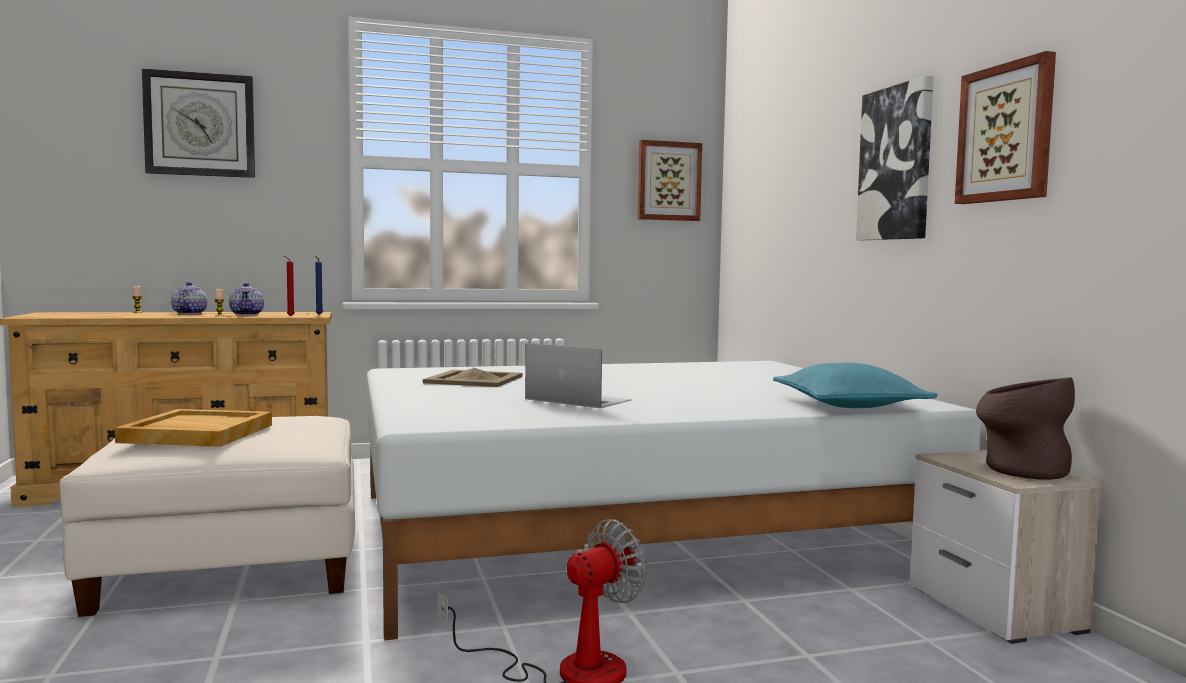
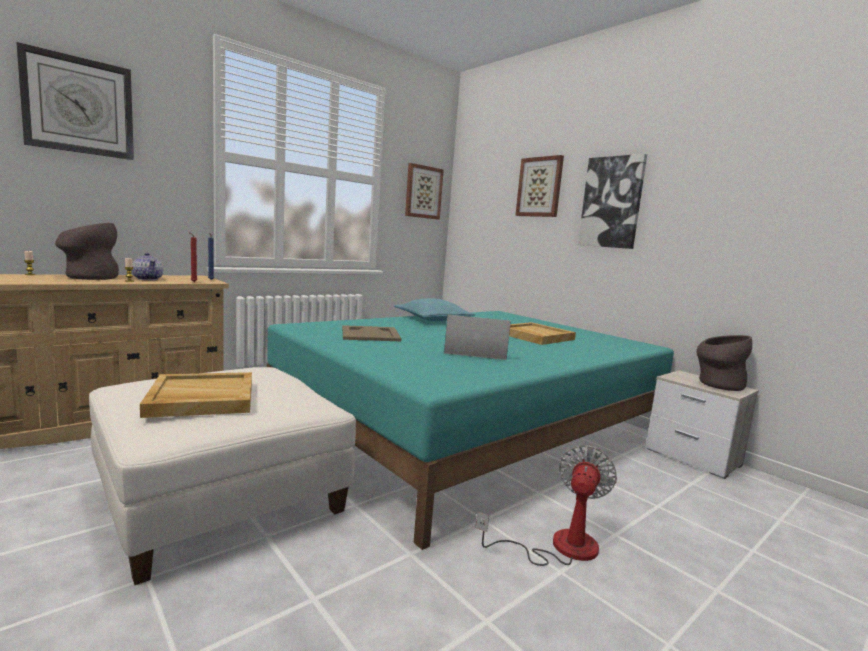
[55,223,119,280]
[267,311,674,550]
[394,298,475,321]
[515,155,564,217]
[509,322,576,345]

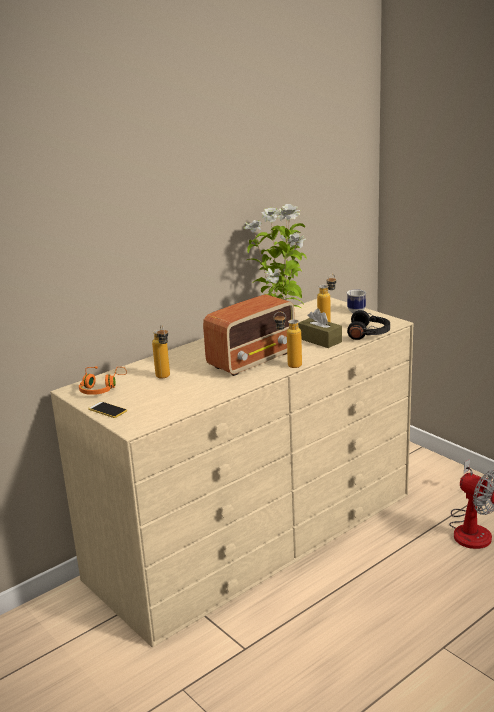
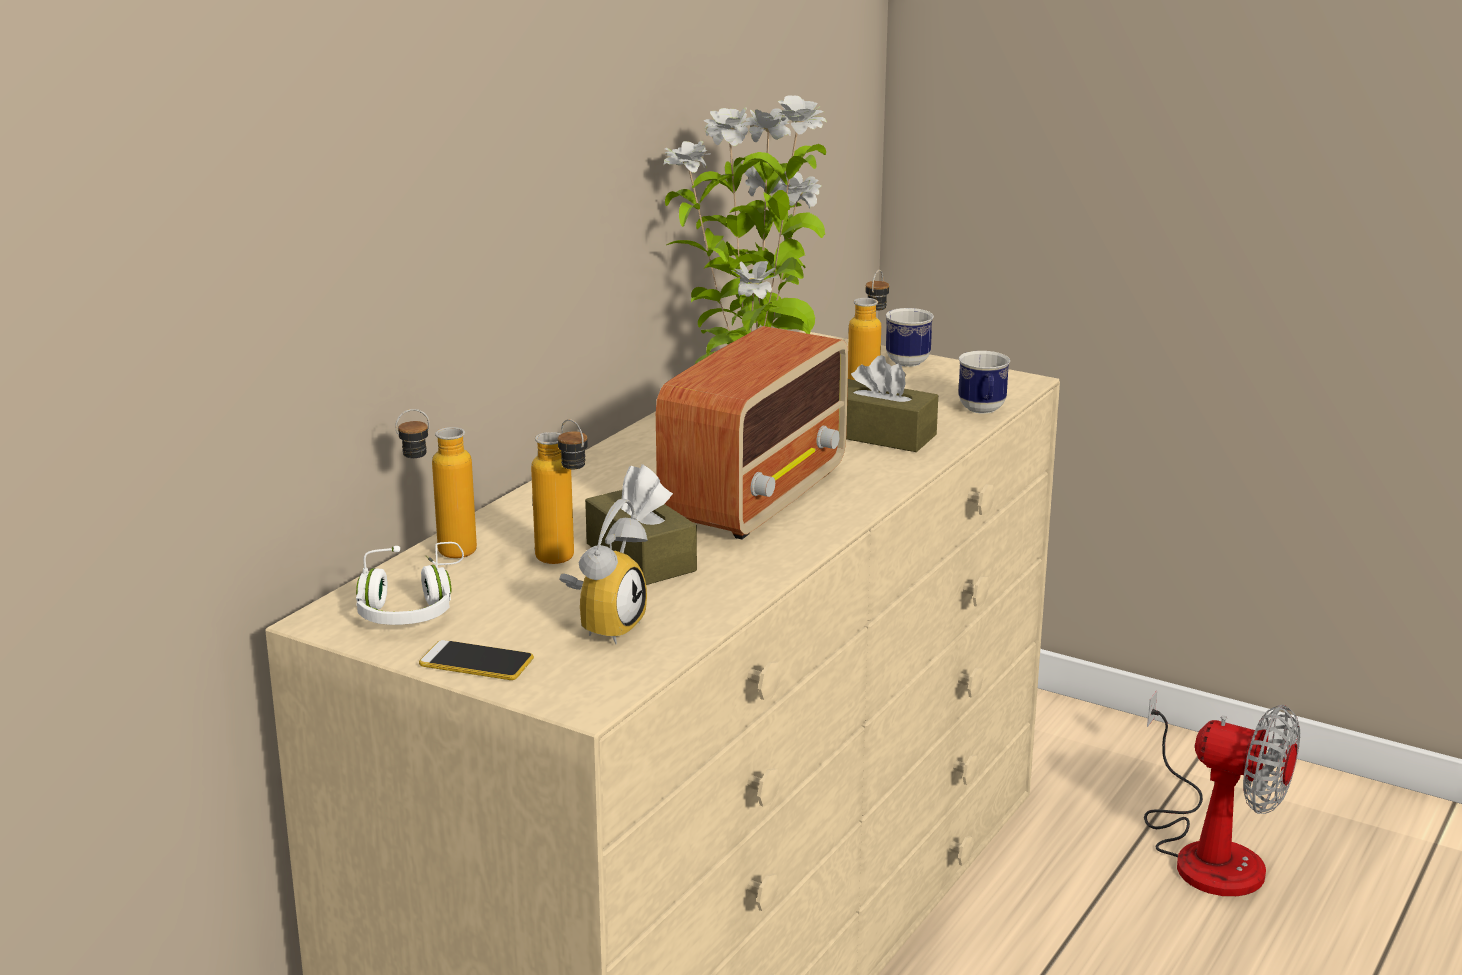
[356,542,464,625]
[396,409,477,558]
[958,351,1010,414]
[559,499,648,644]
[585,464,697,585]

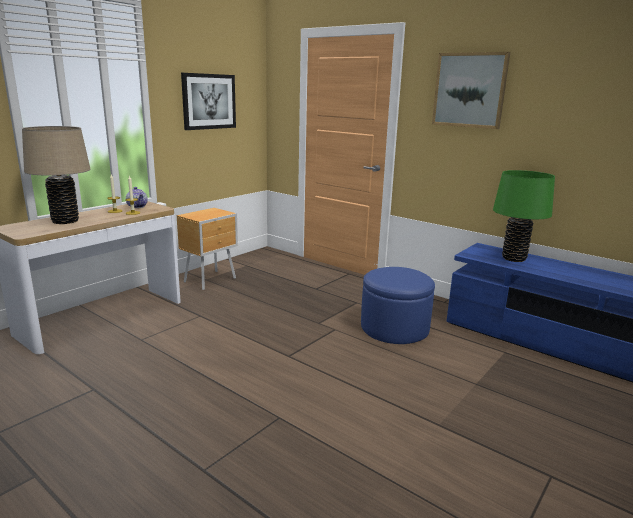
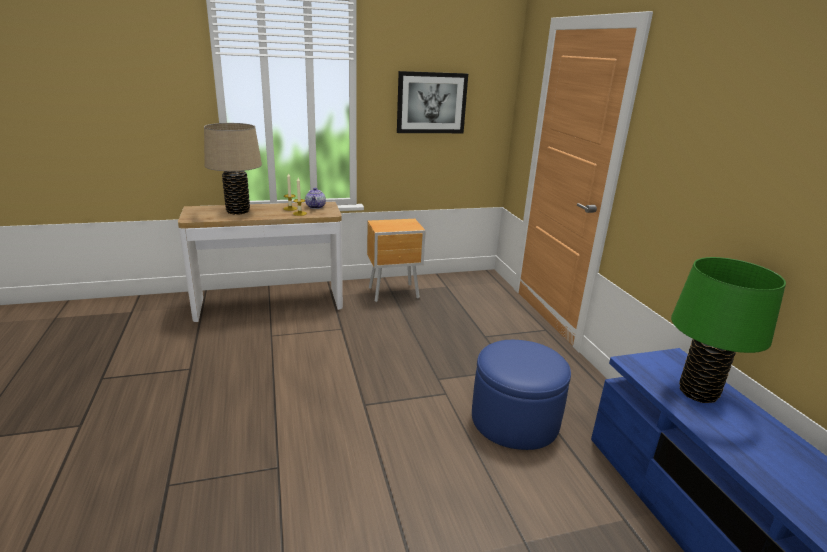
[432,52,510,129] (first image)

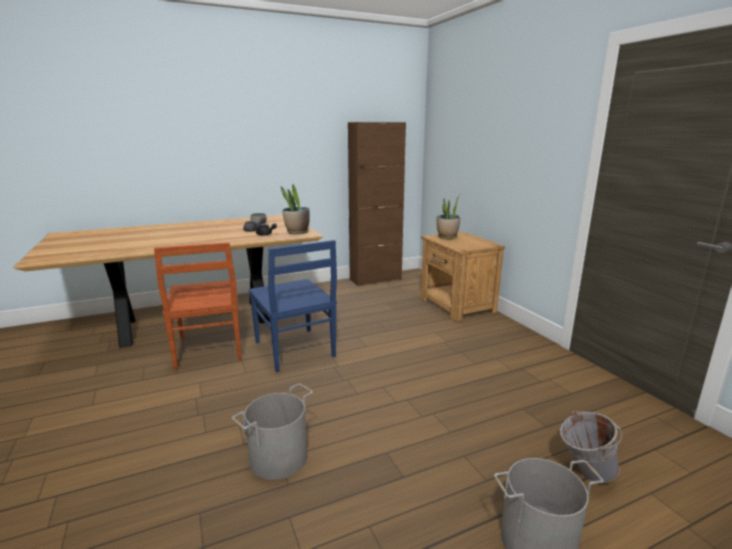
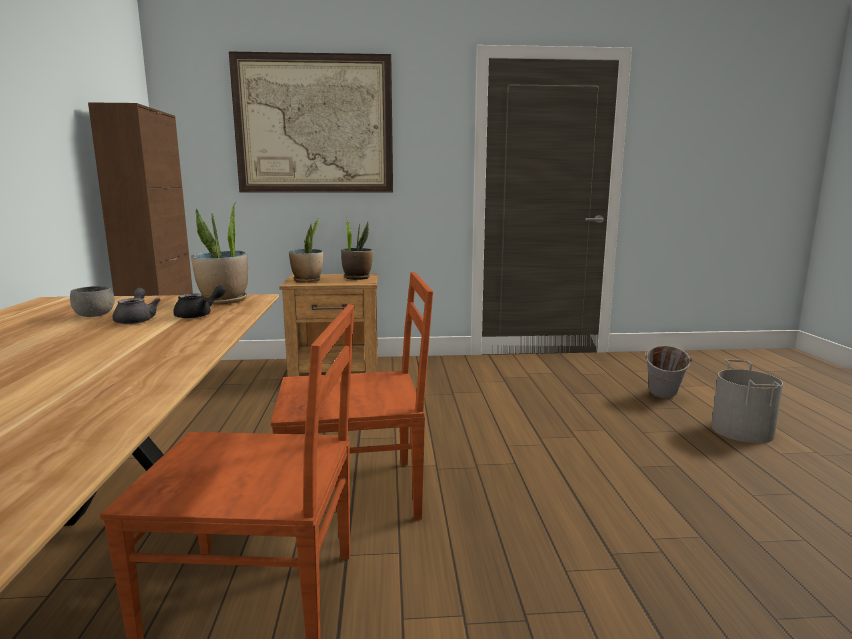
[232,384,313,480] (first image)
[271,272,433,520]
[229,51,393,193]
[341,218,373,280]

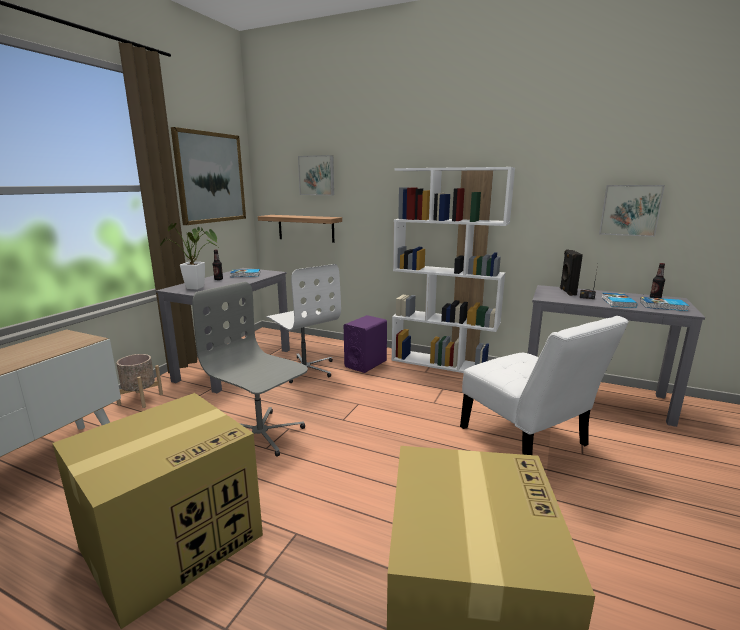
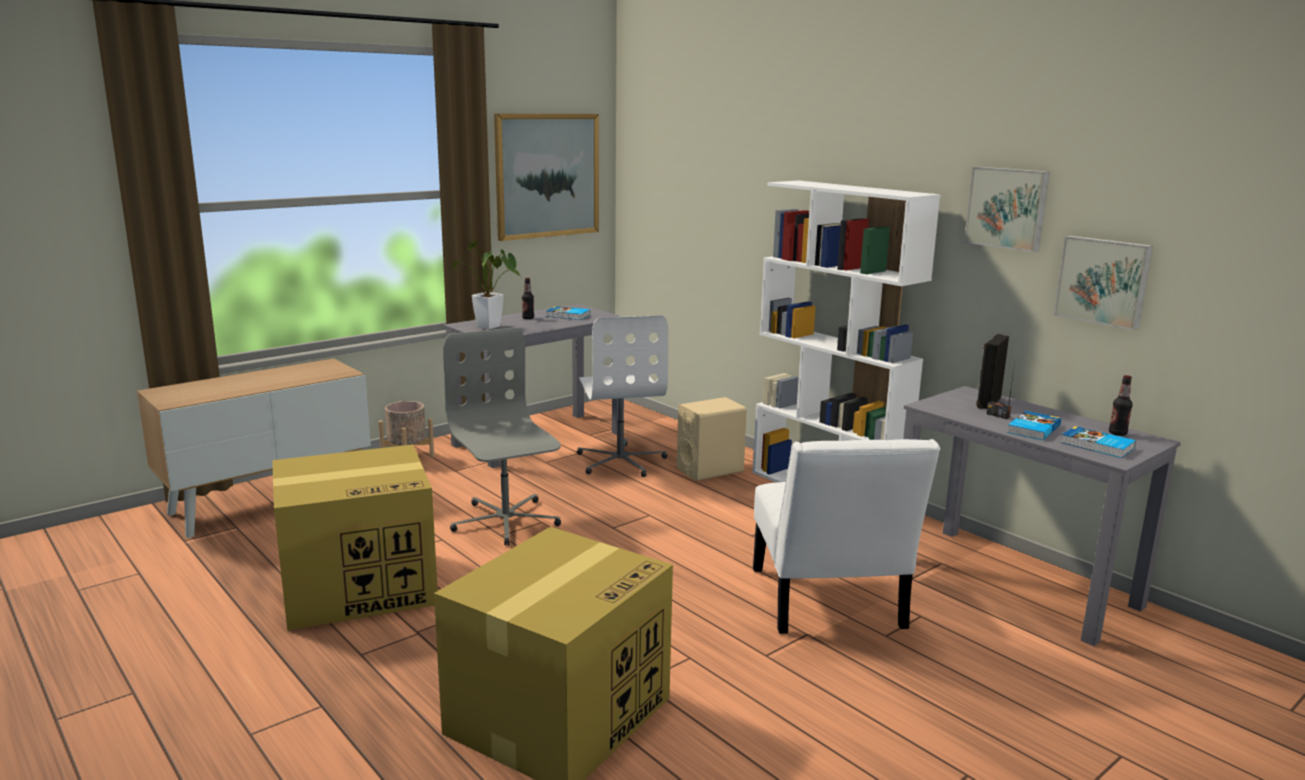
[258,215,342,243] (first image)
[964,166,1050,252]
[677,397,747,481]

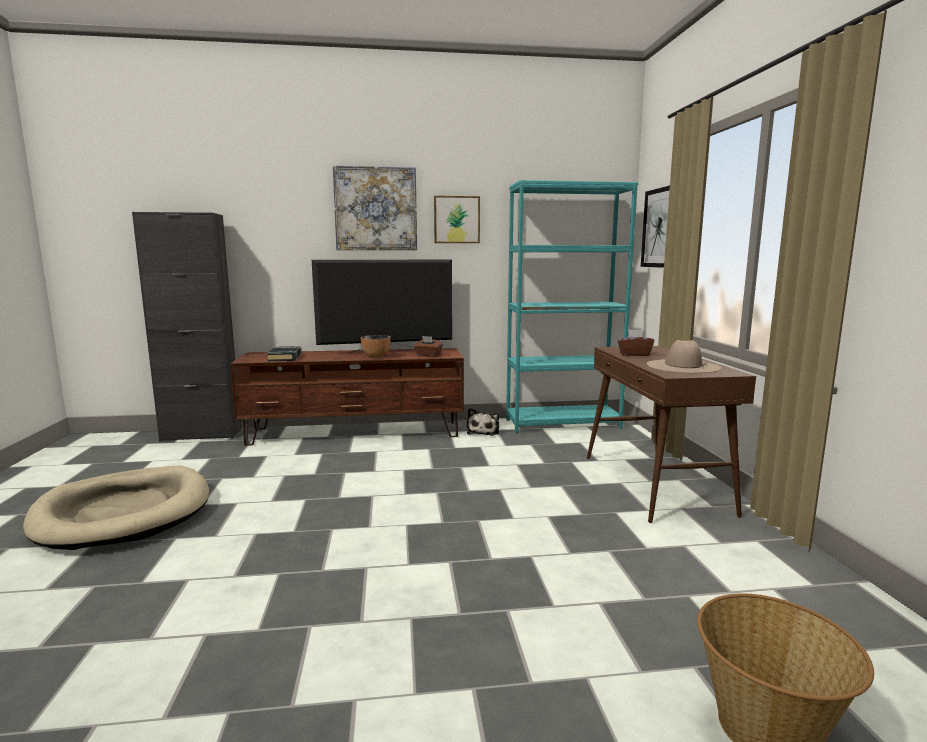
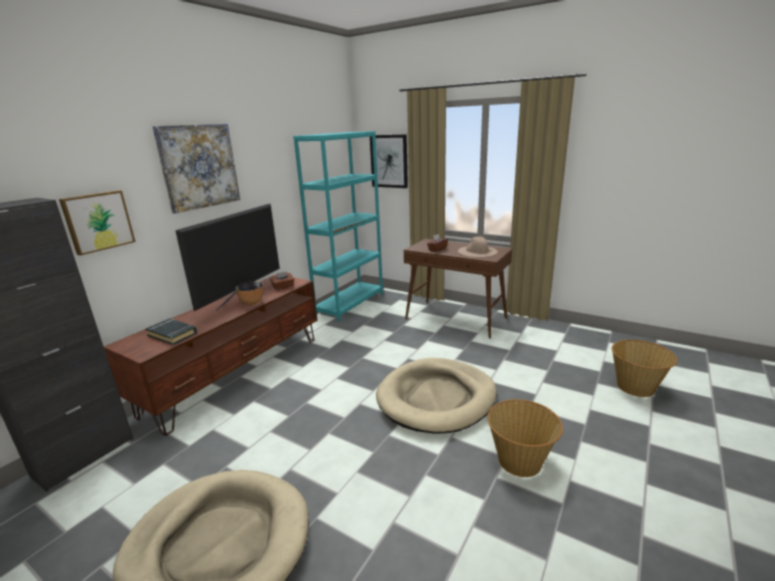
[59,190,136,256]
[467,408,499,436] (first image)
[376,358,497,434]
[487,399,563,477]

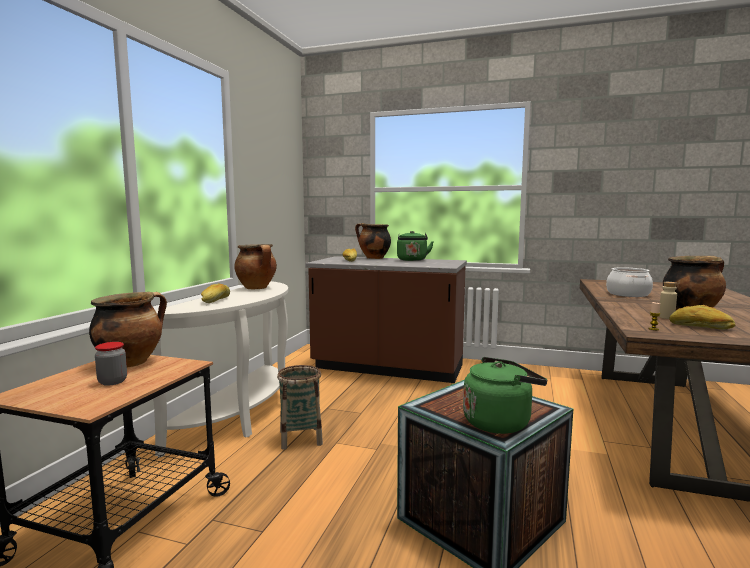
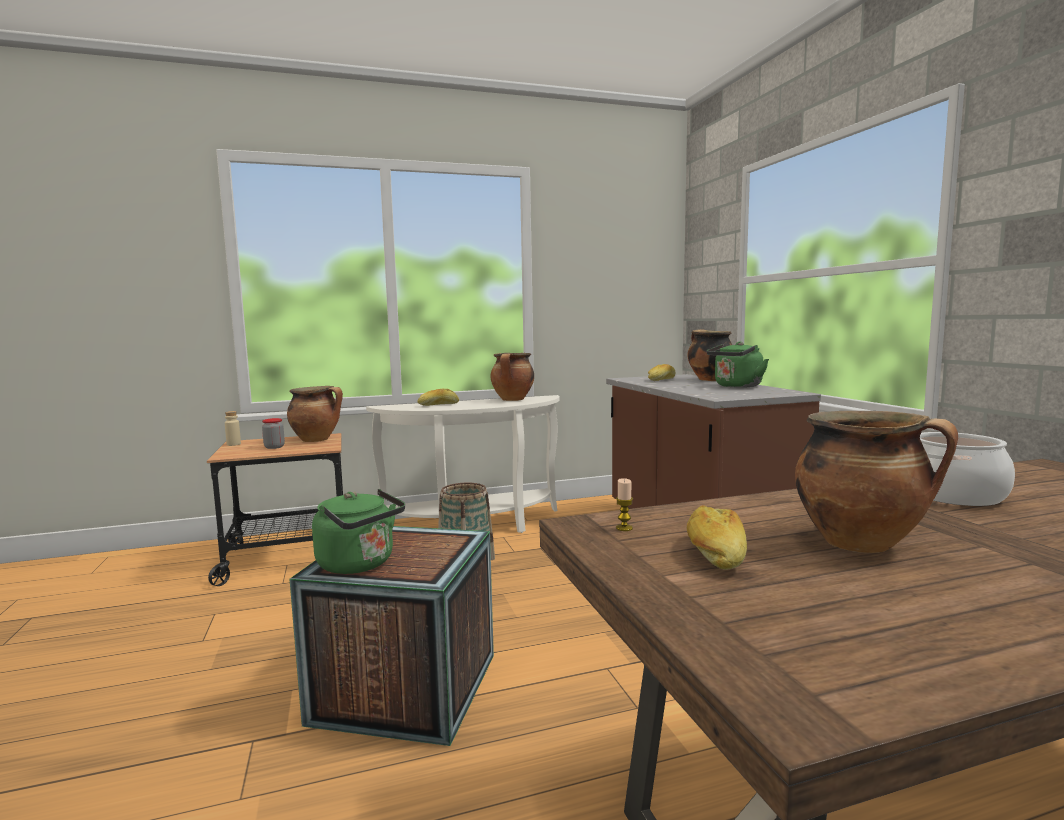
[225,411,241,446]

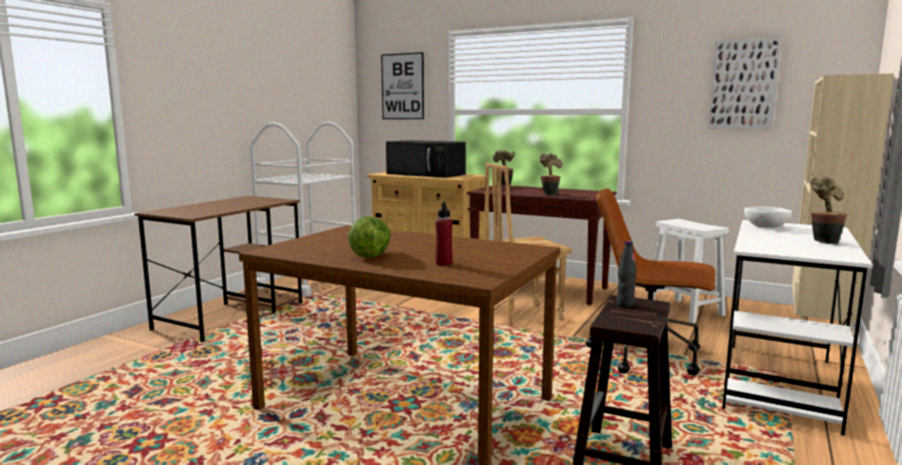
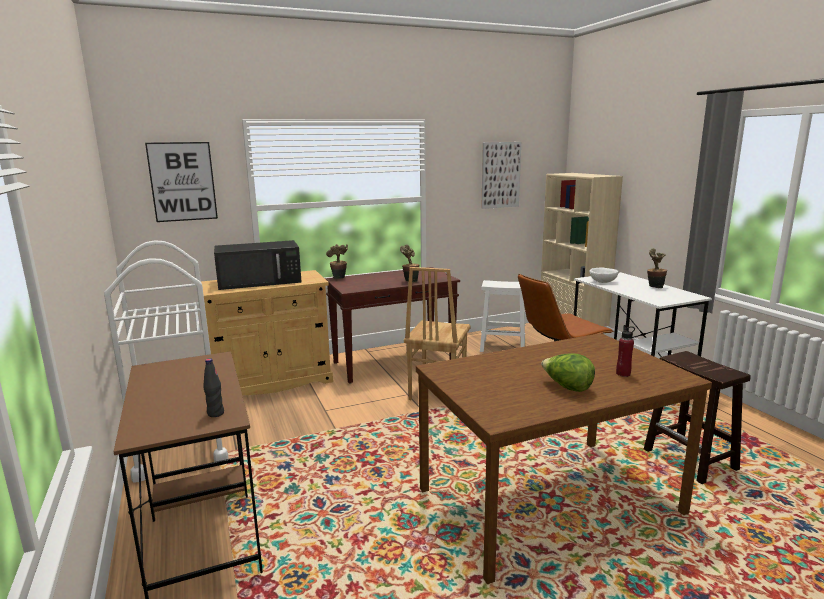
[203,358,224,417]

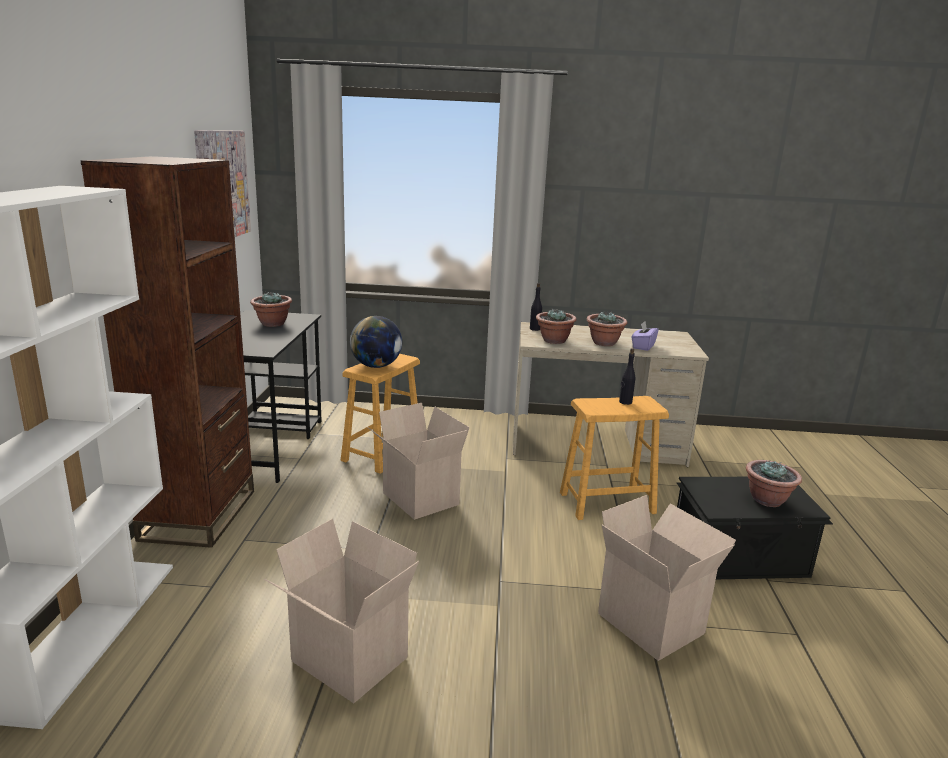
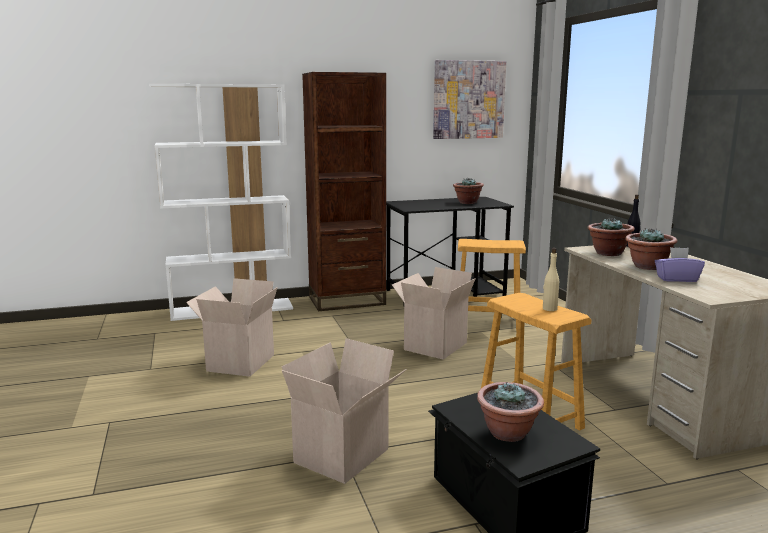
[350,316,402,368] (first image)
[543,248,559,311]

